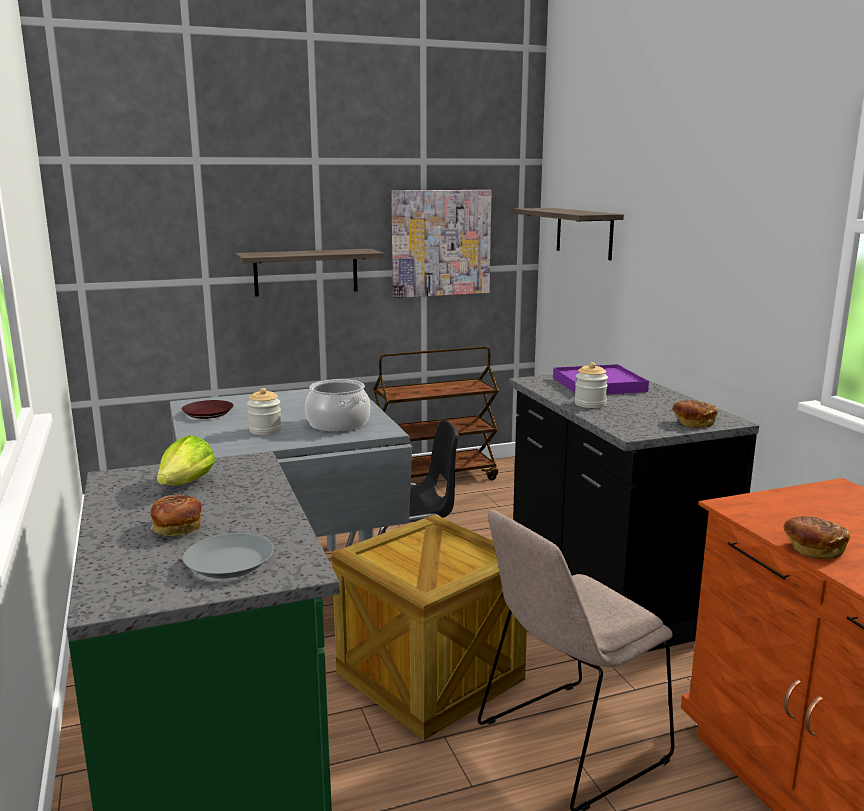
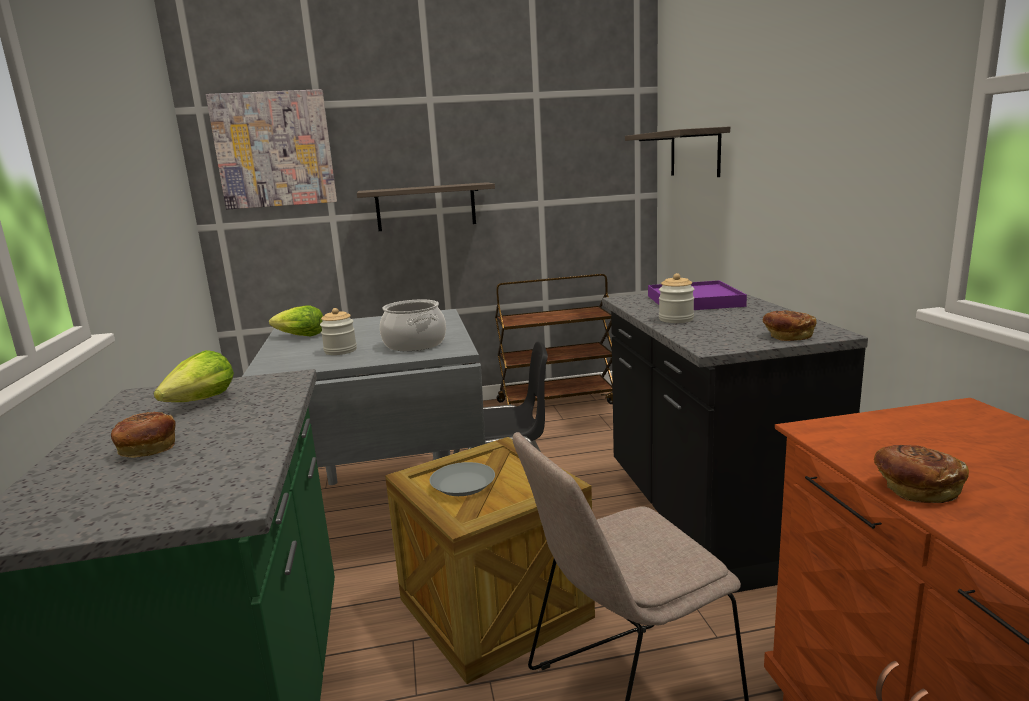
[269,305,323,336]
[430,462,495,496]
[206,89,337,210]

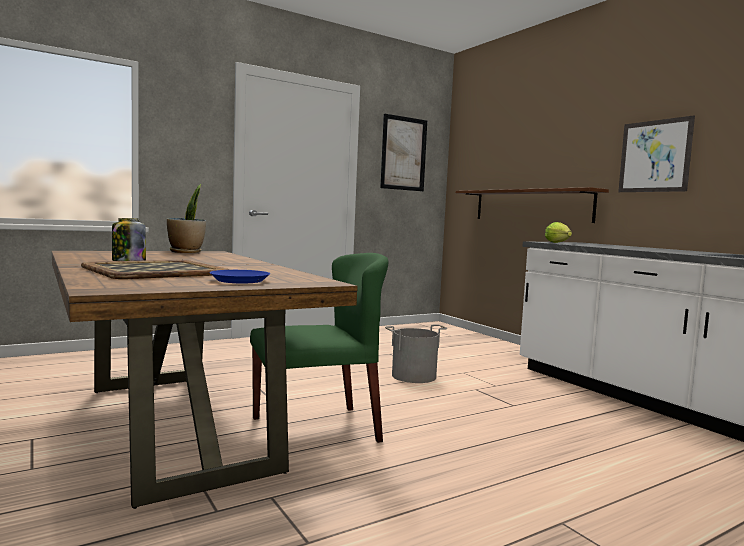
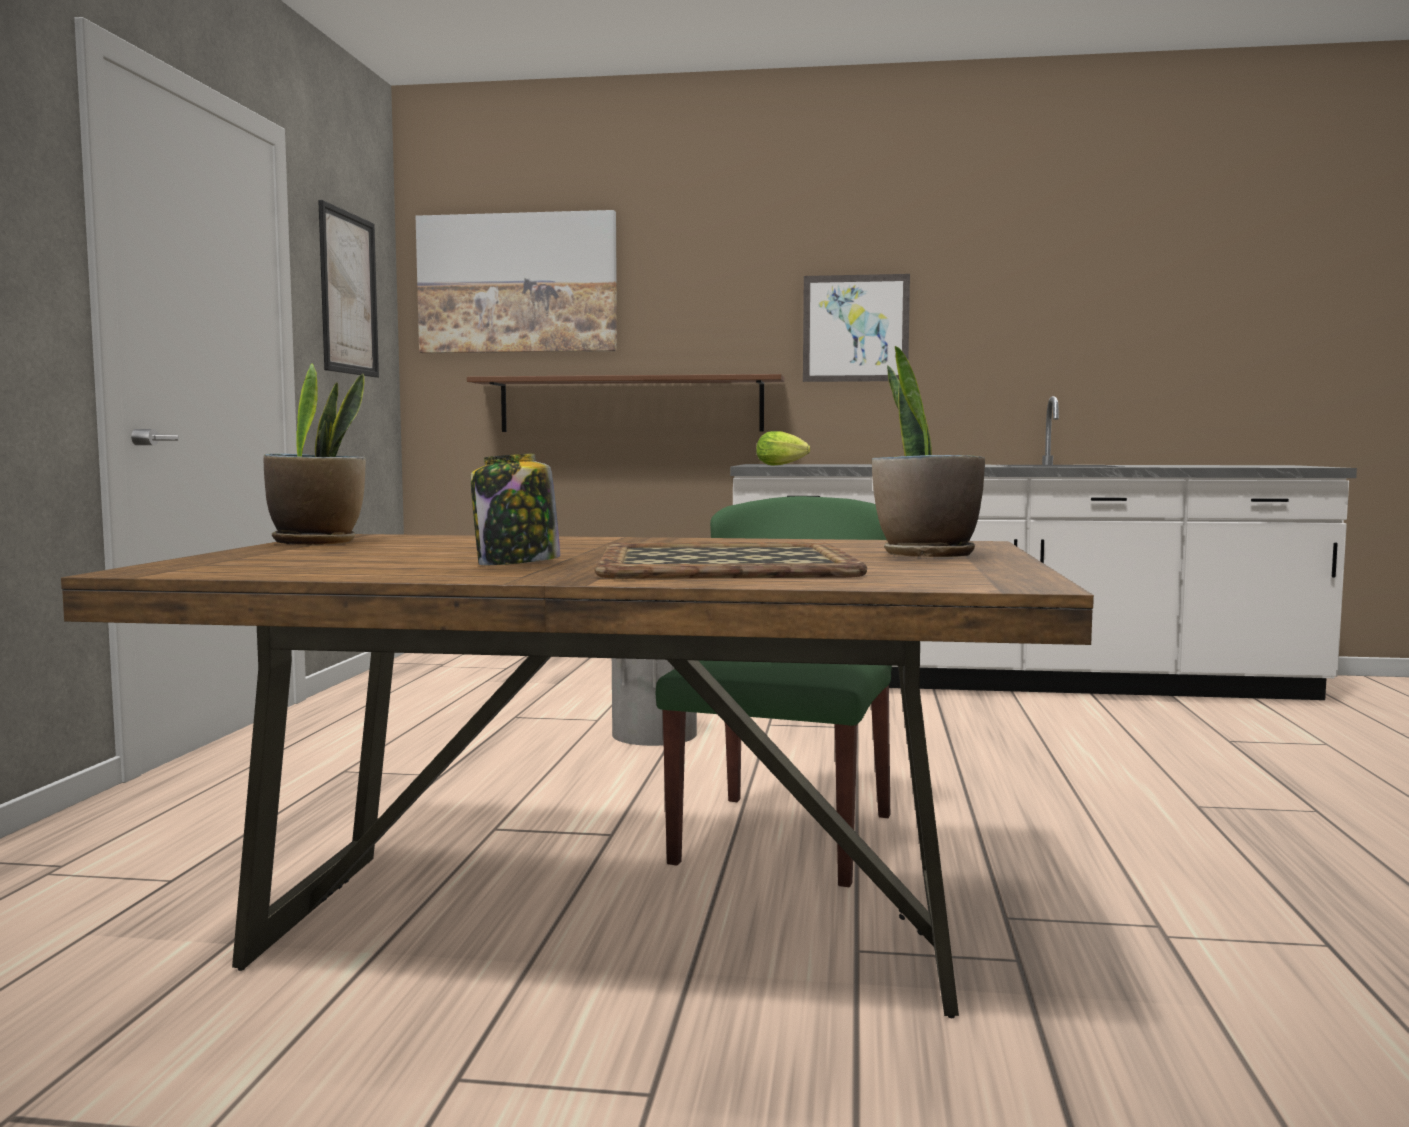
[872,346,985,557]
[416,210,617,353]

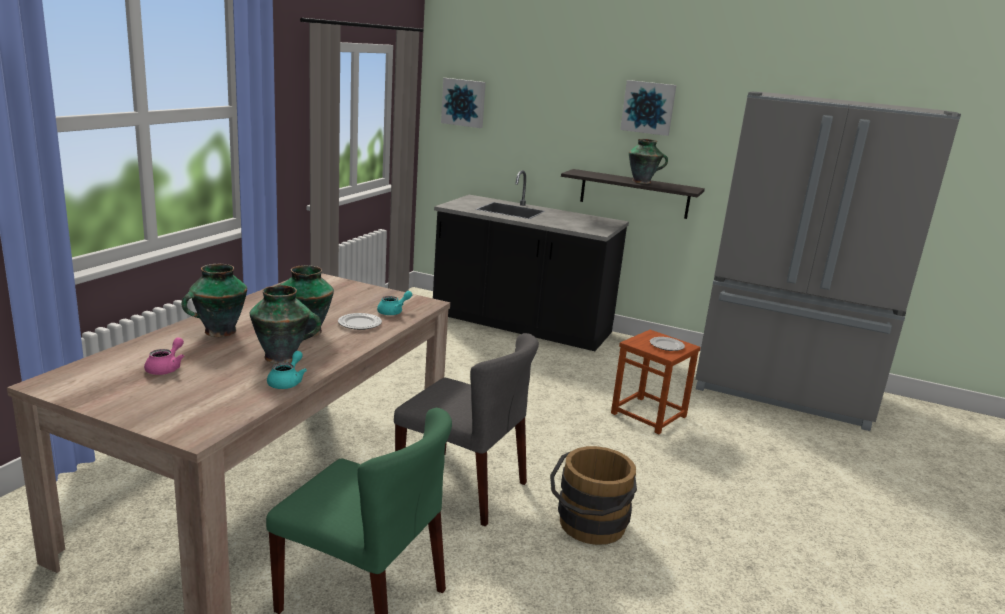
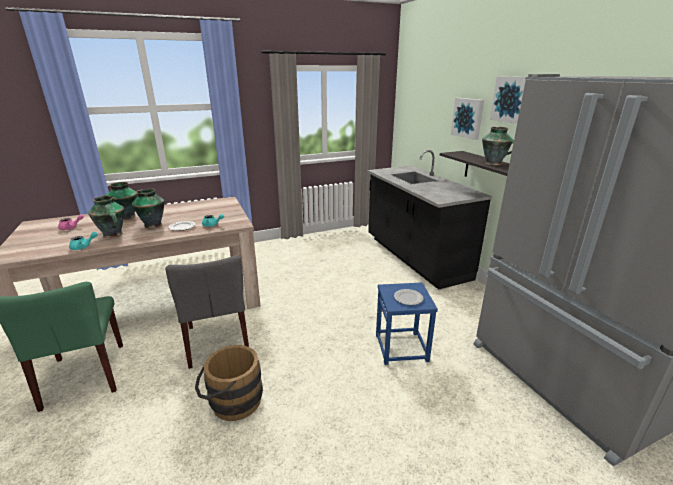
[451,98,484,140]
[376,283,438,365]

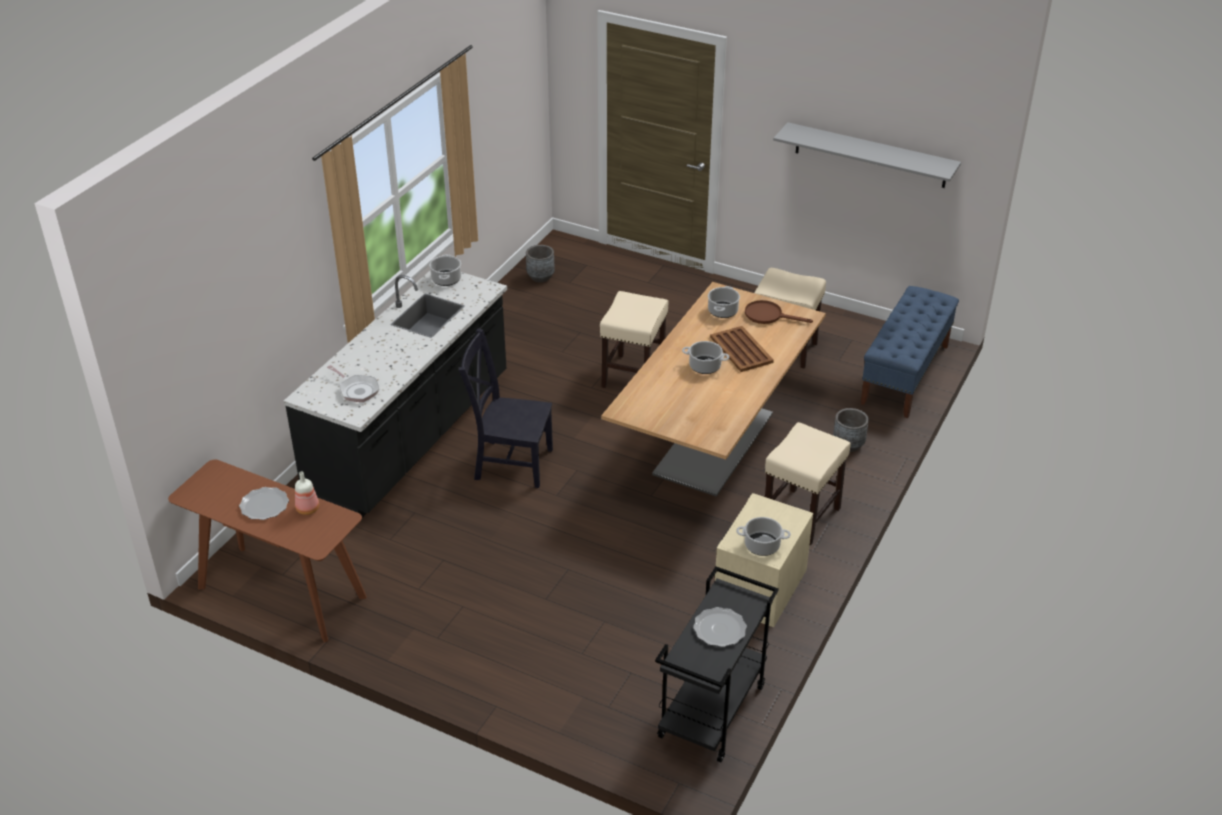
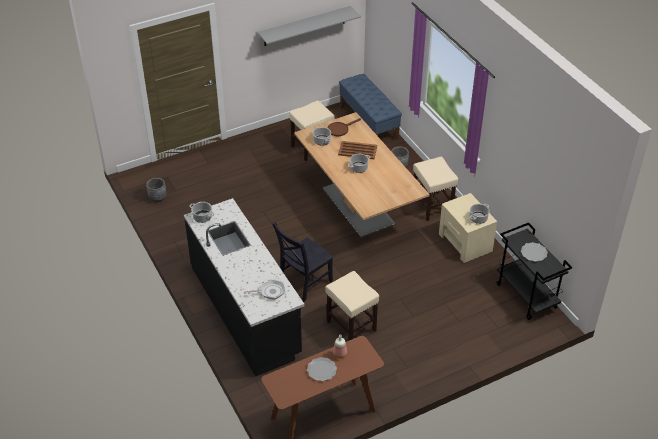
[325,271,379,340]

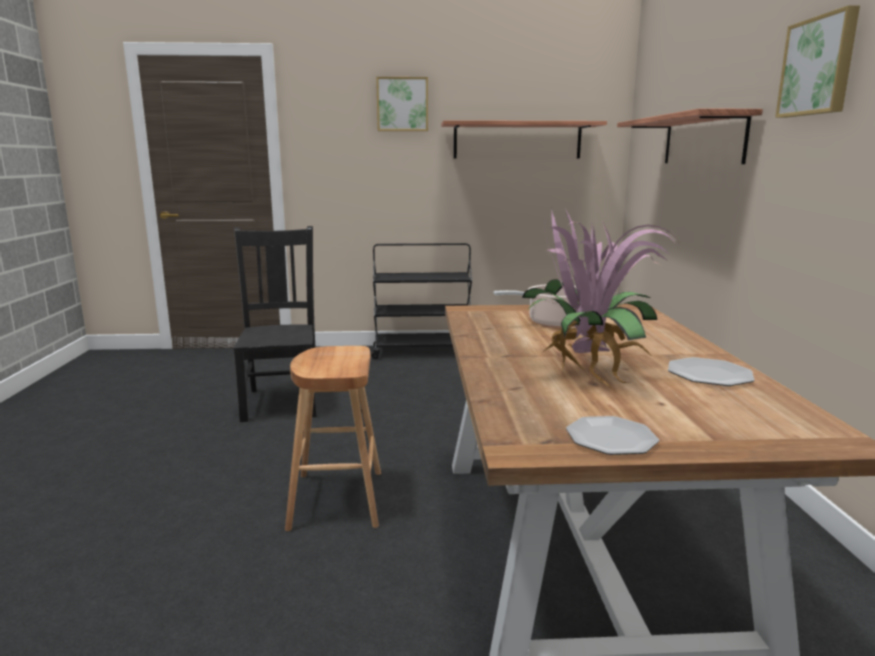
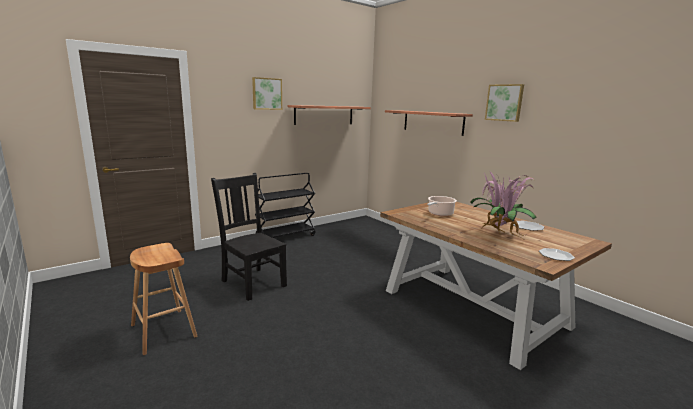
[130,243,197,355]

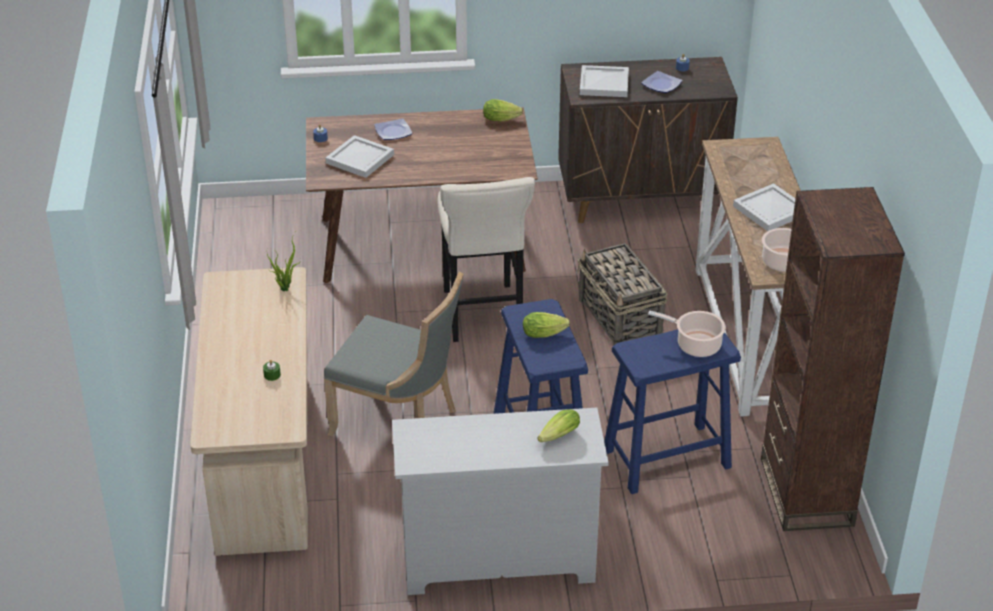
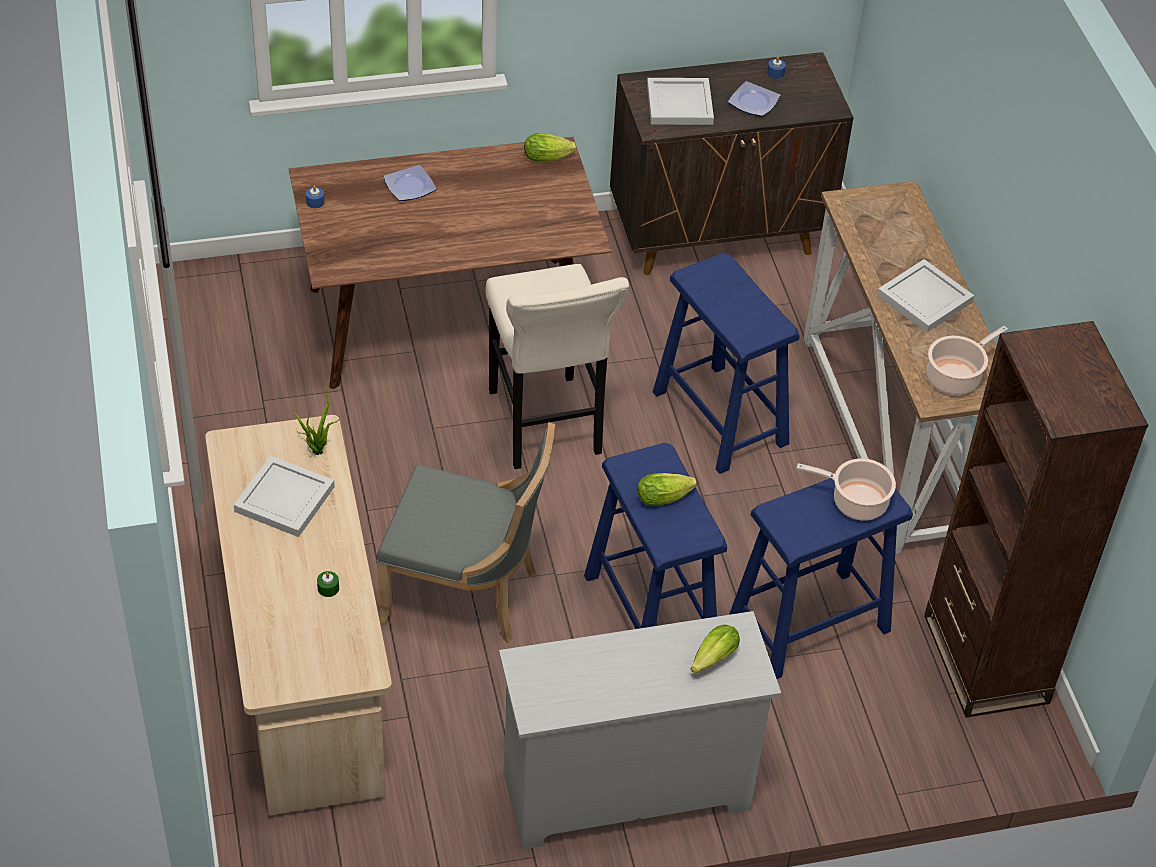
[234,456,335,537]
[653,253,800,474]

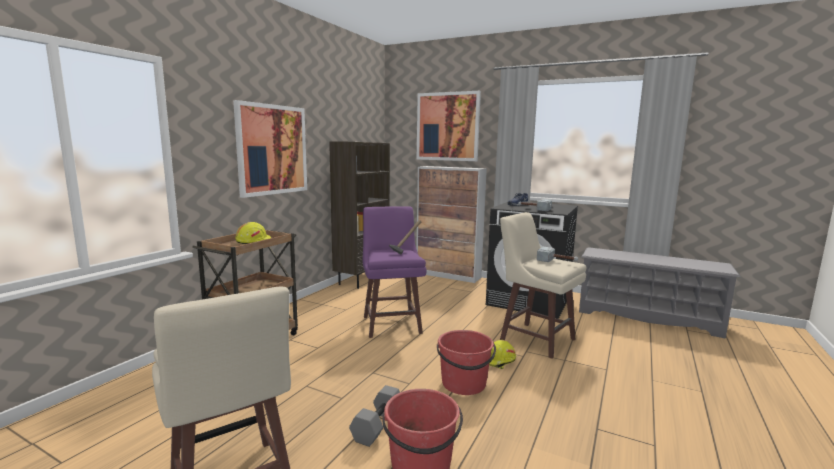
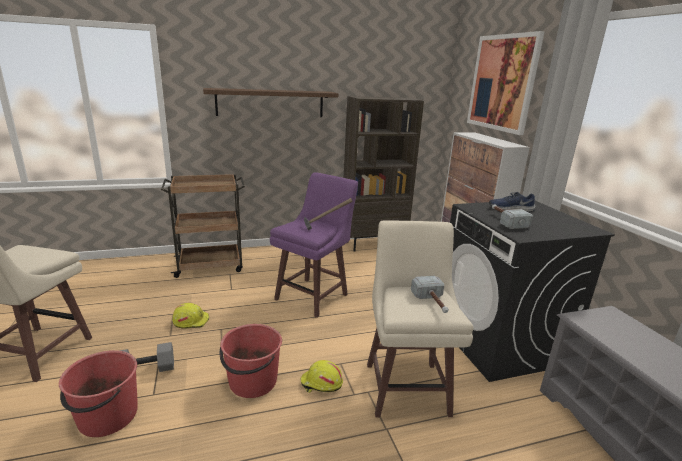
[203,88,338,117]
[172,303,209,329]

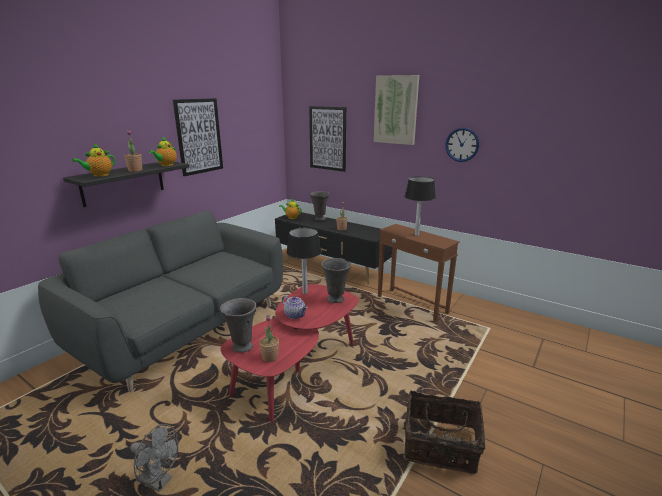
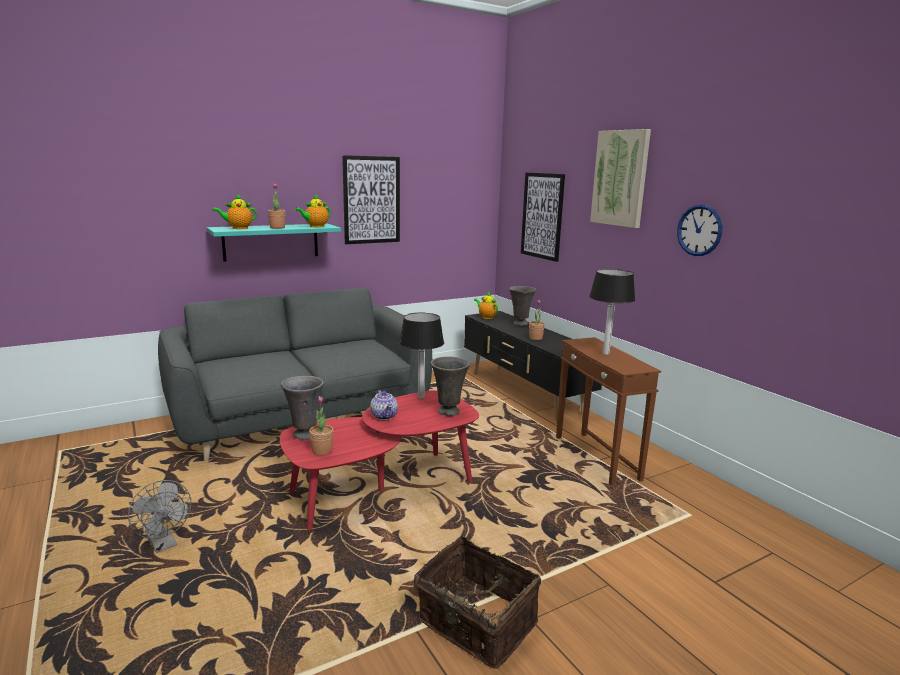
[207,224,341,262]

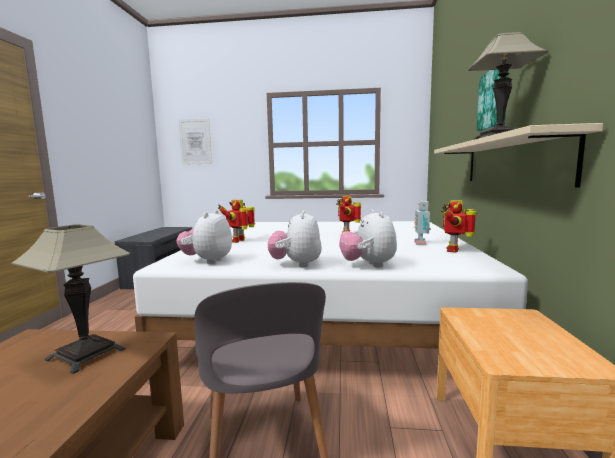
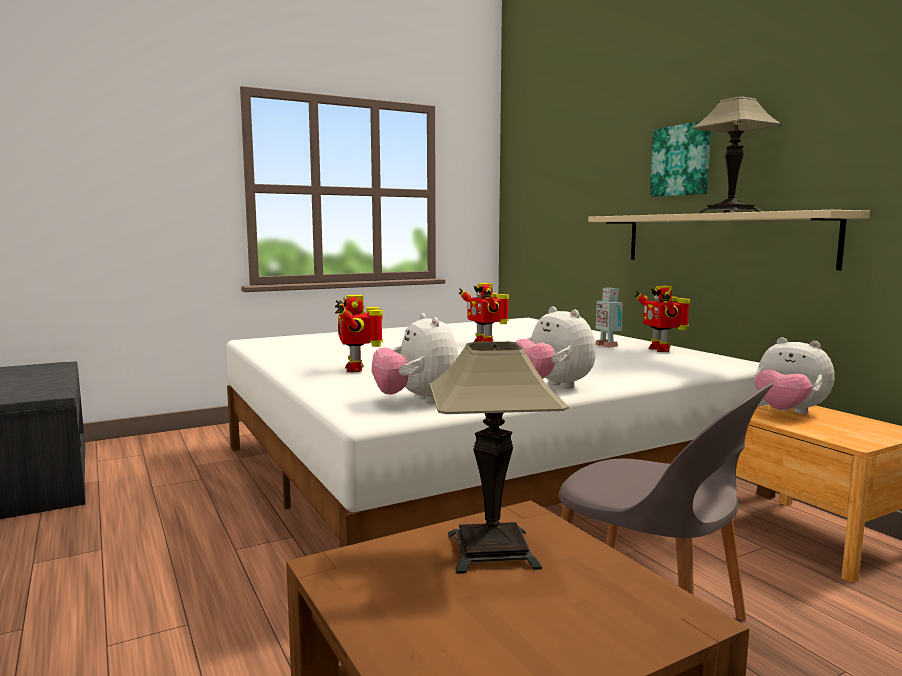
[179,119,212,165] (first image)
[755,337,835,414]

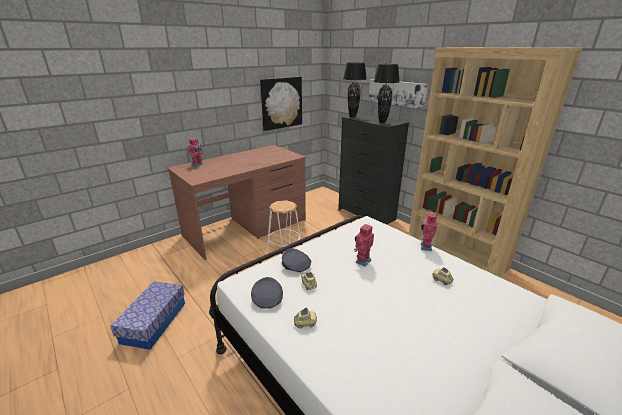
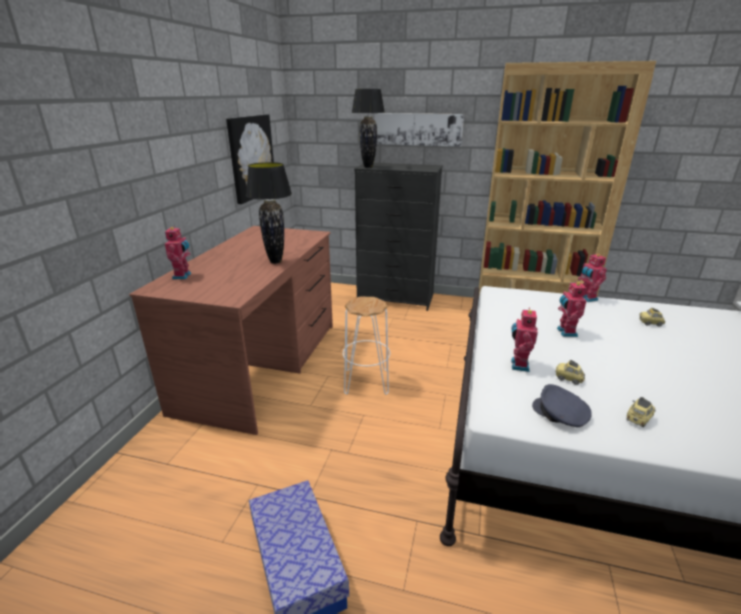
[511,308,538,372]
[246,162,292,264]

